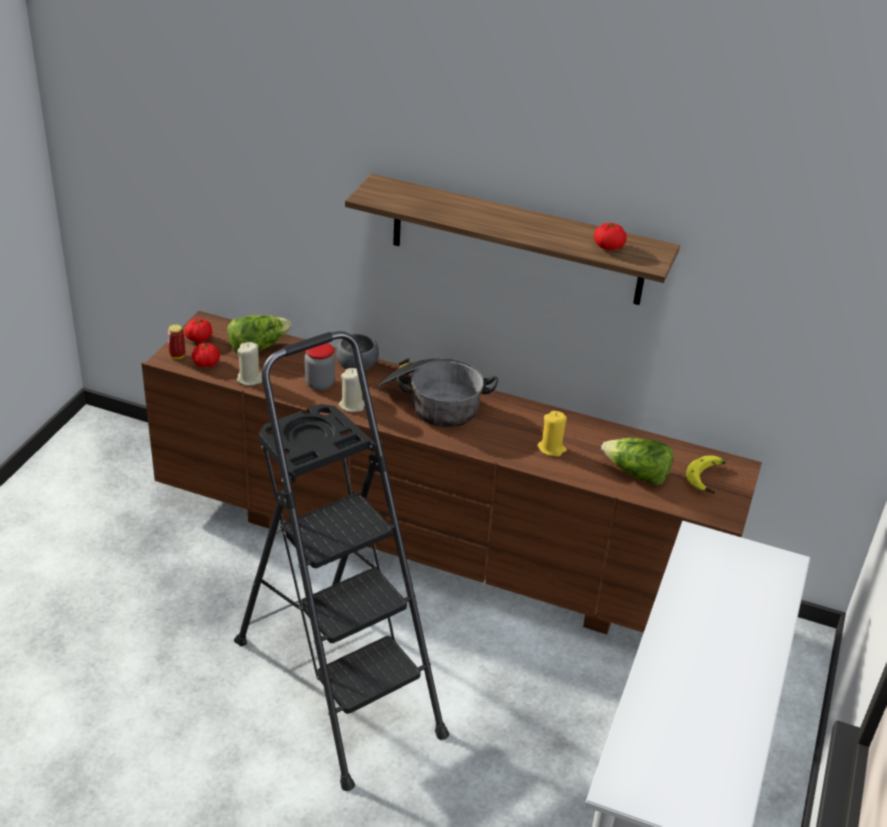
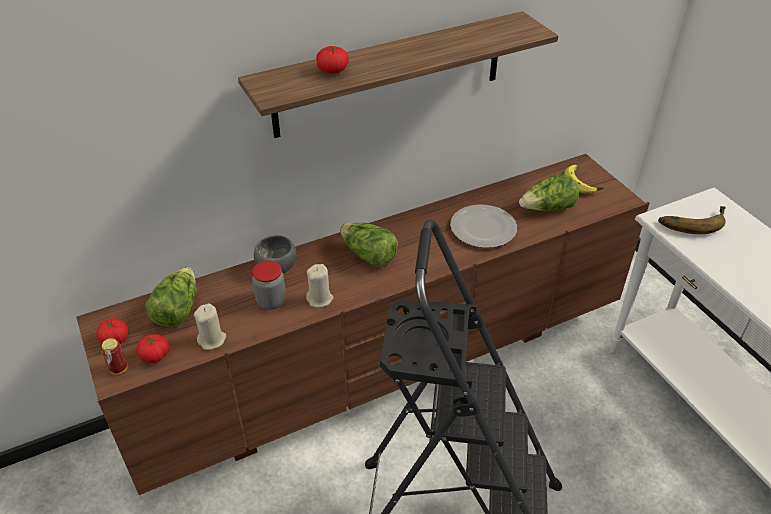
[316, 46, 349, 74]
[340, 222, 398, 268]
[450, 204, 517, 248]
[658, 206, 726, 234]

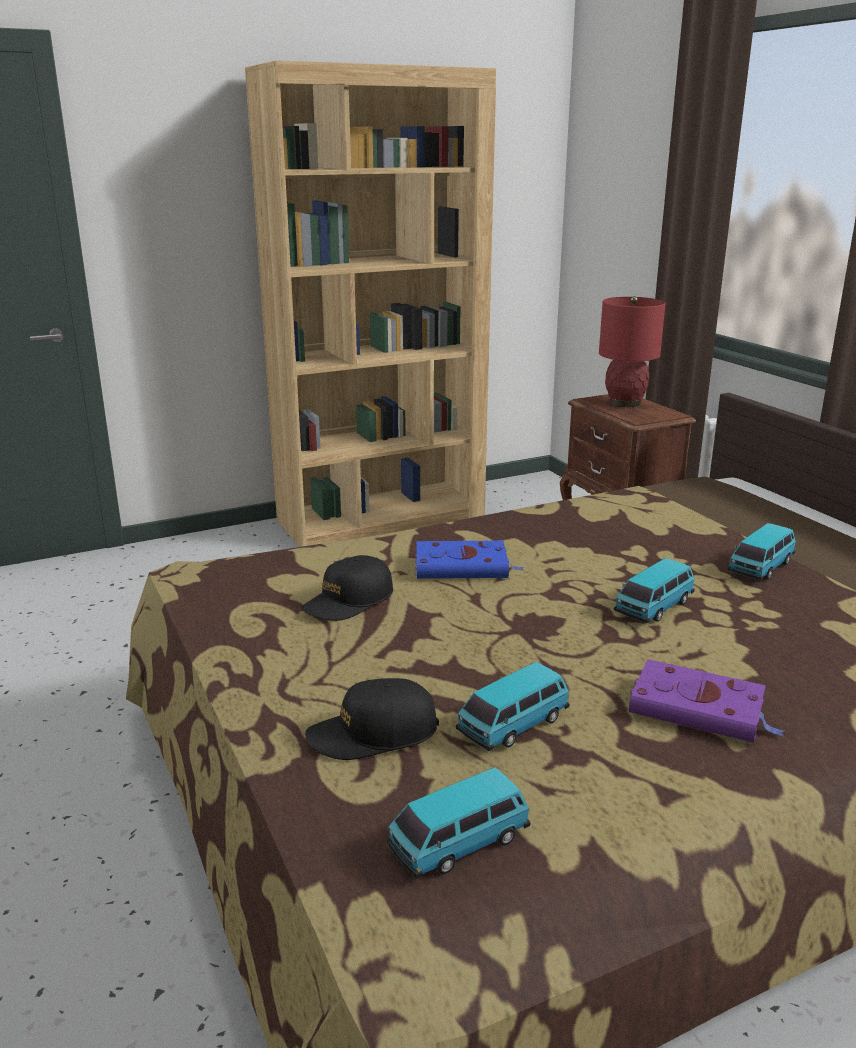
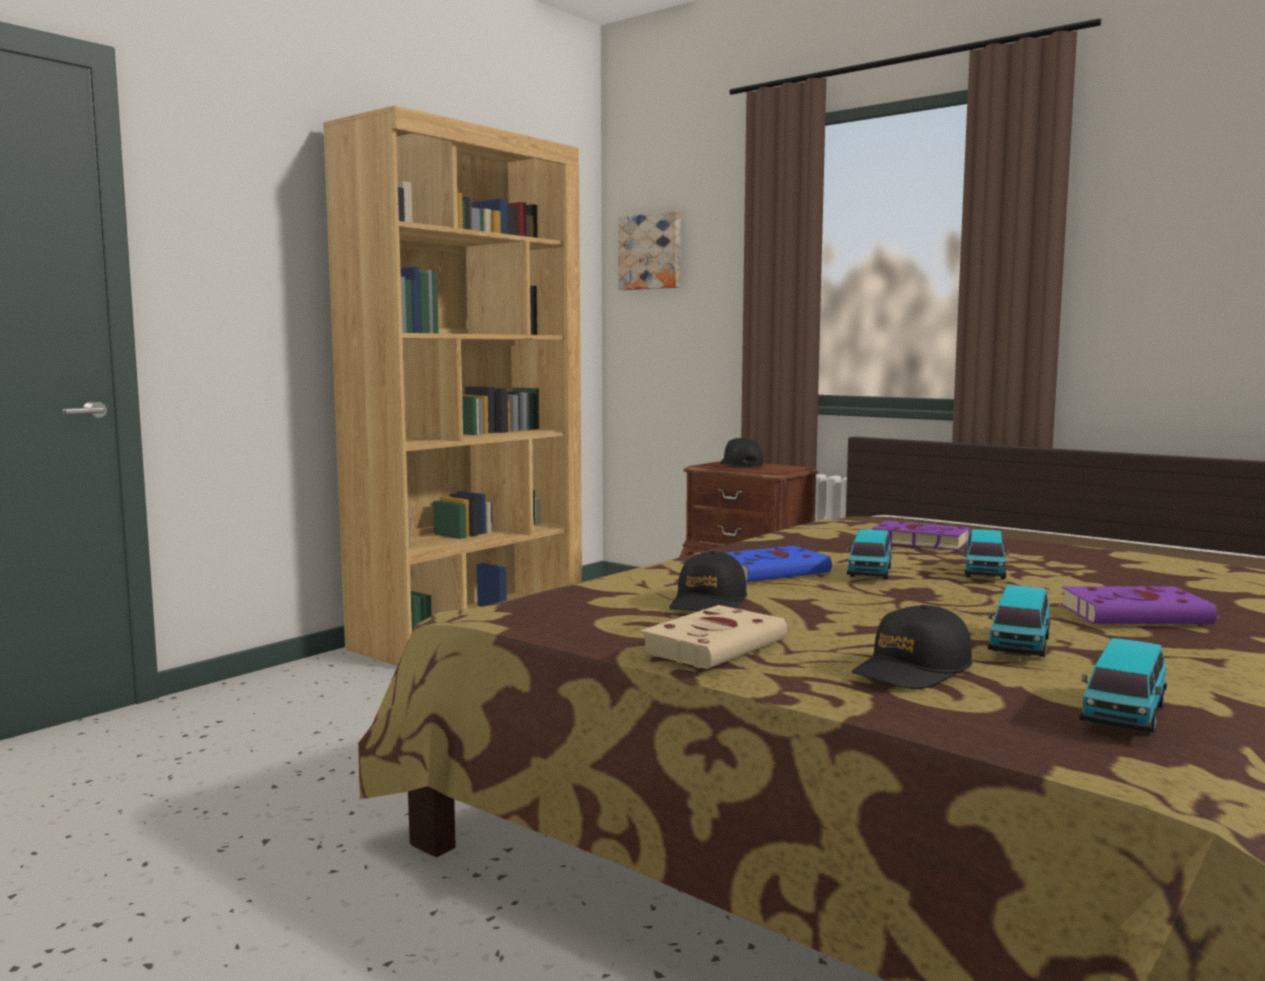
[720, 437, 763, 467]
[846, 529, 892, 579]
[618, 211, 680, 290]
[872, 521, 970, 550]
[640, 605, 787, 669]

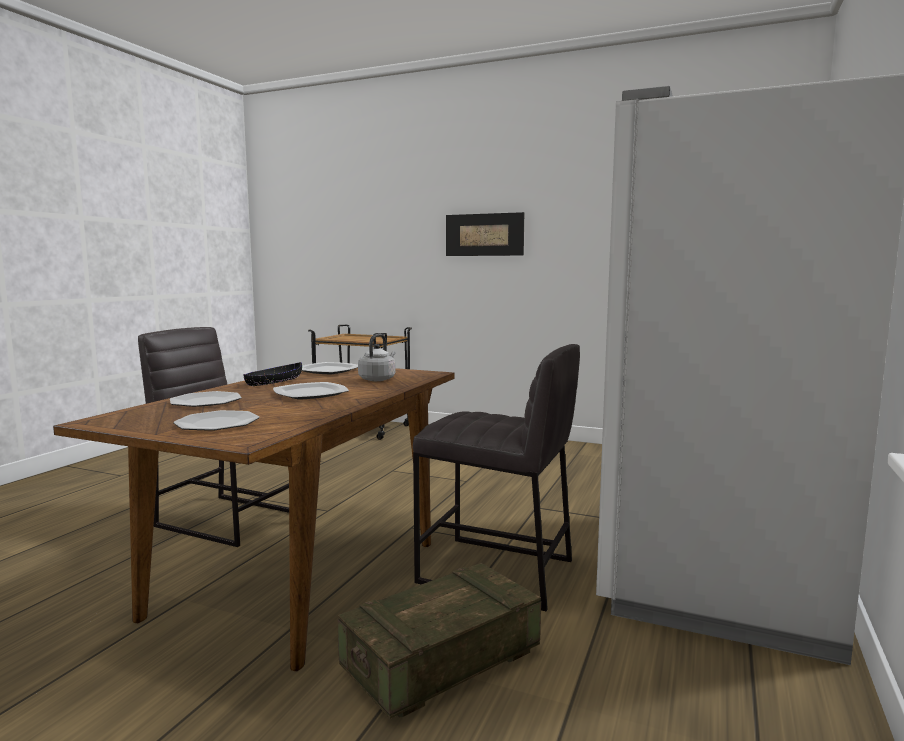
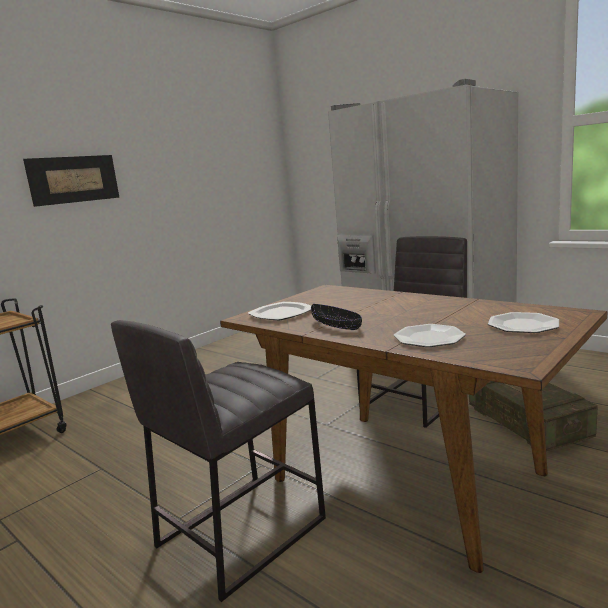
[358, 334, 395, 381] (first image)
[273, 382, 349, 400] (first image)

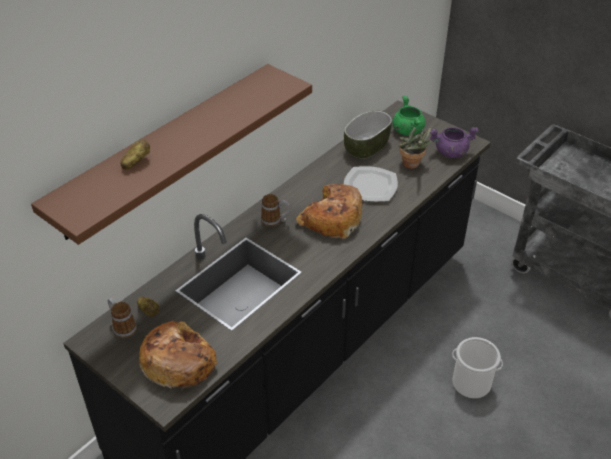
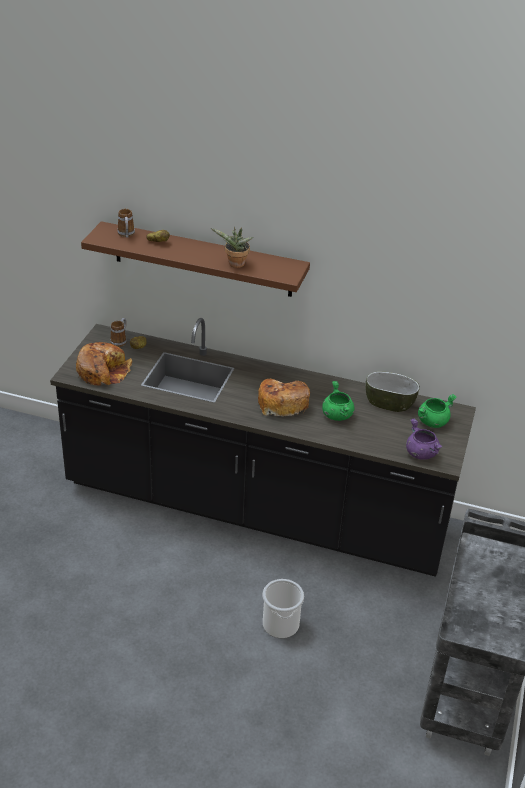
[211, 227, 253, 268]
[322, 381, 354, 421]
[117, 209, 135, 238]

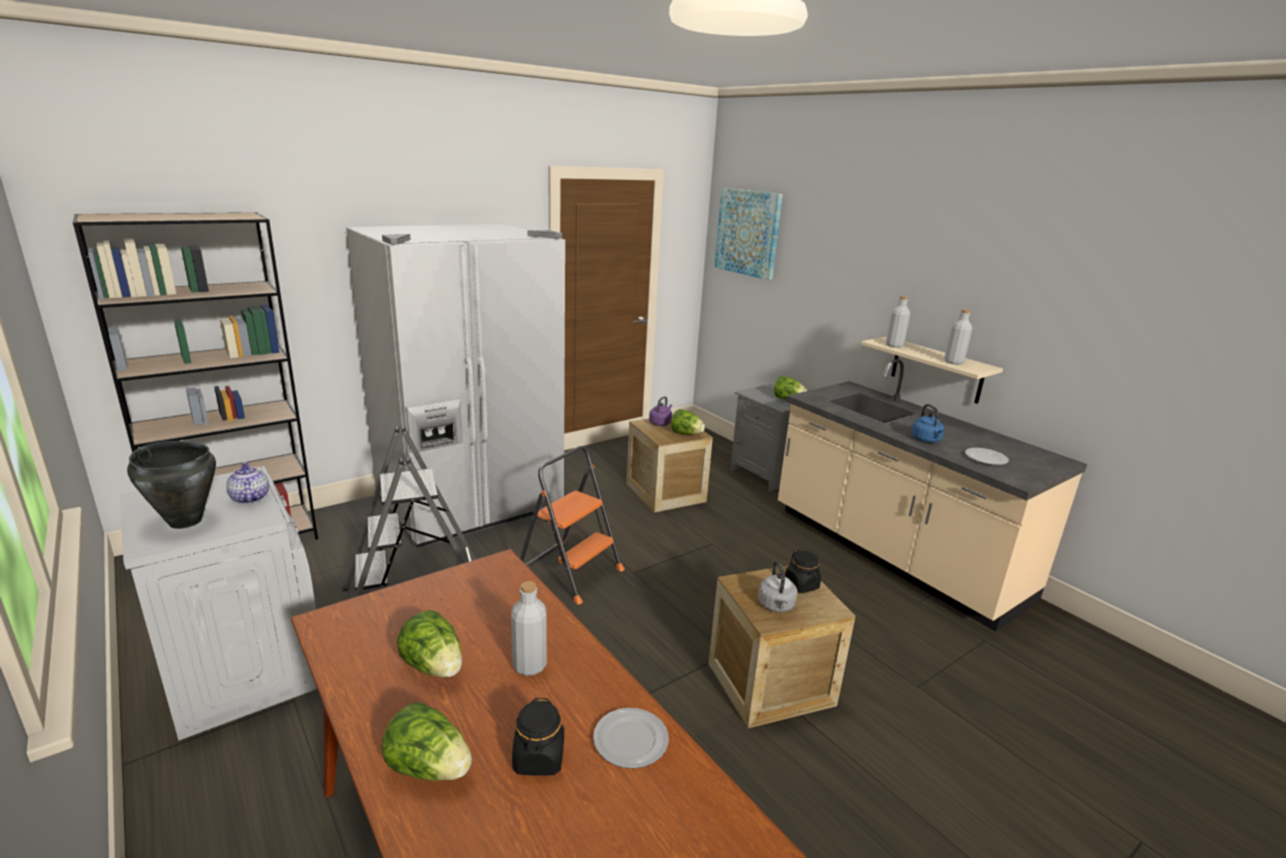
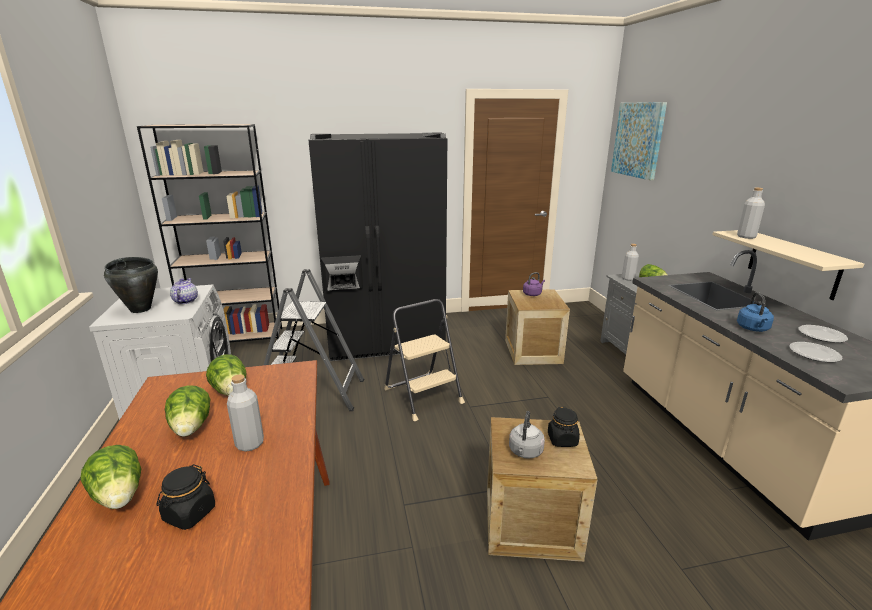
[308, 133, 447, 361]
[622, 244, 639, 281]
[206, 354, 247, 396]
[384, 299, 465, 421]
[798, 325, 848, 343]

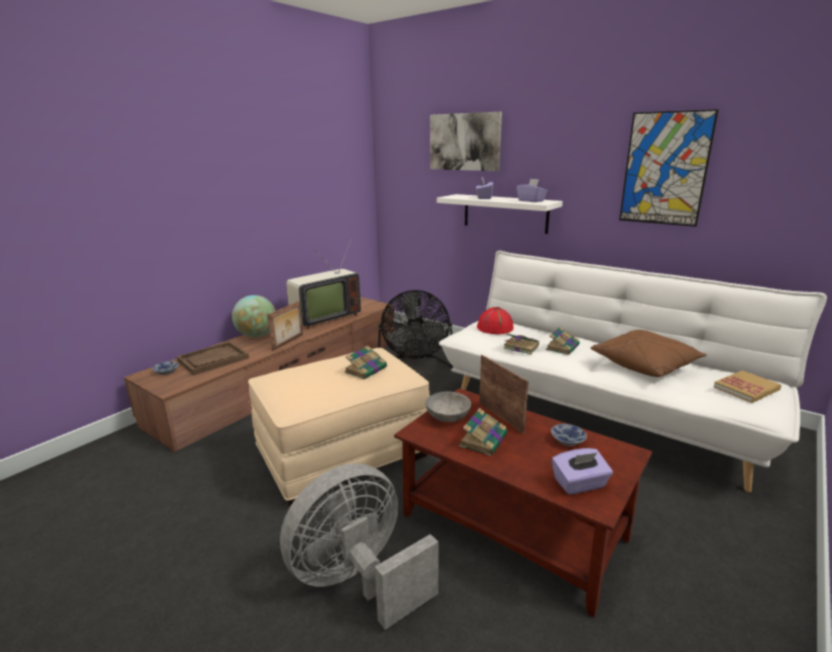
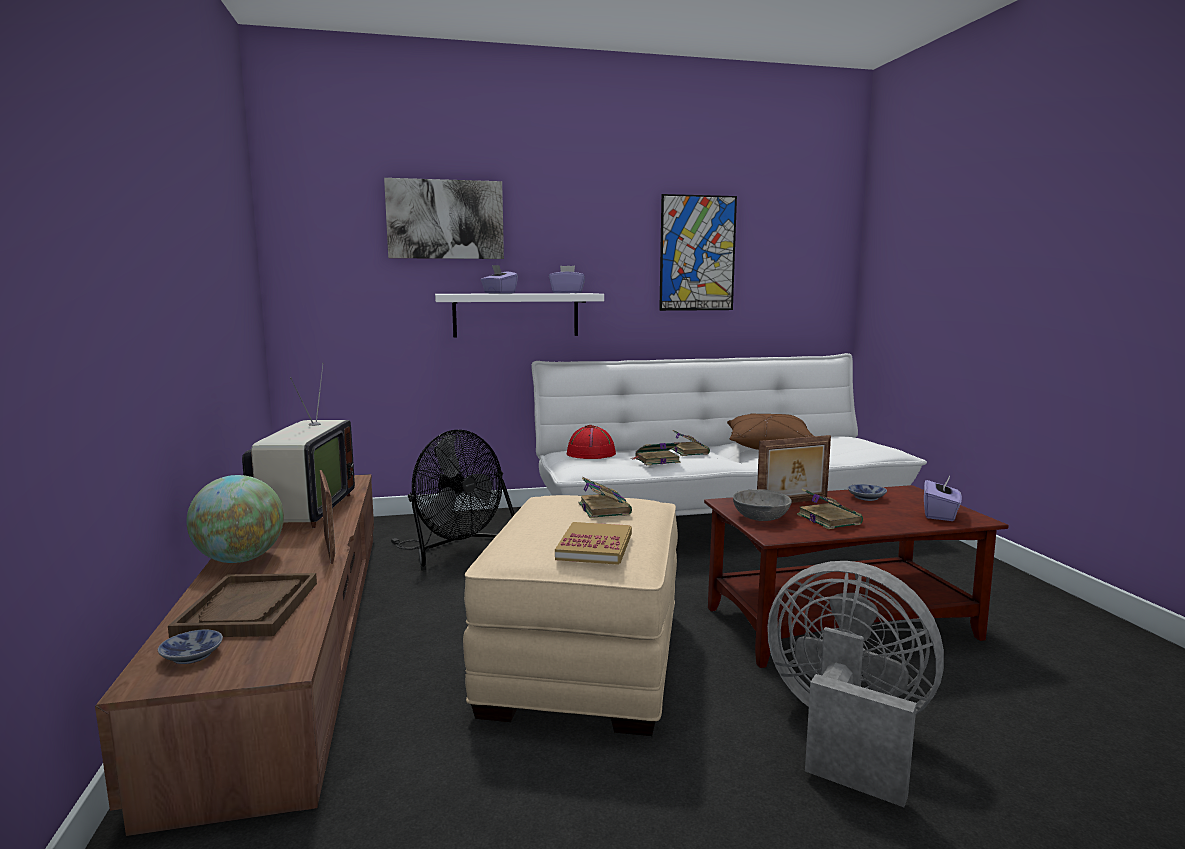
[757, 435, 831, 503]
[555, 522, 632, 565]
[767, 561, 944, 807]

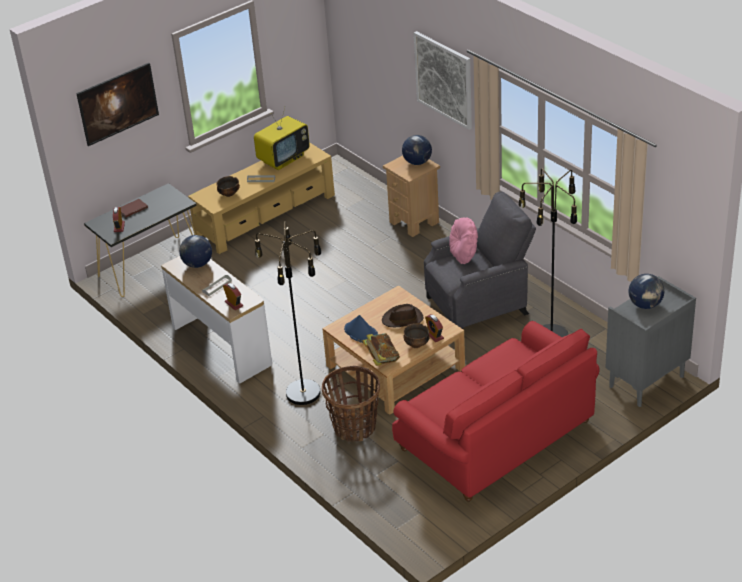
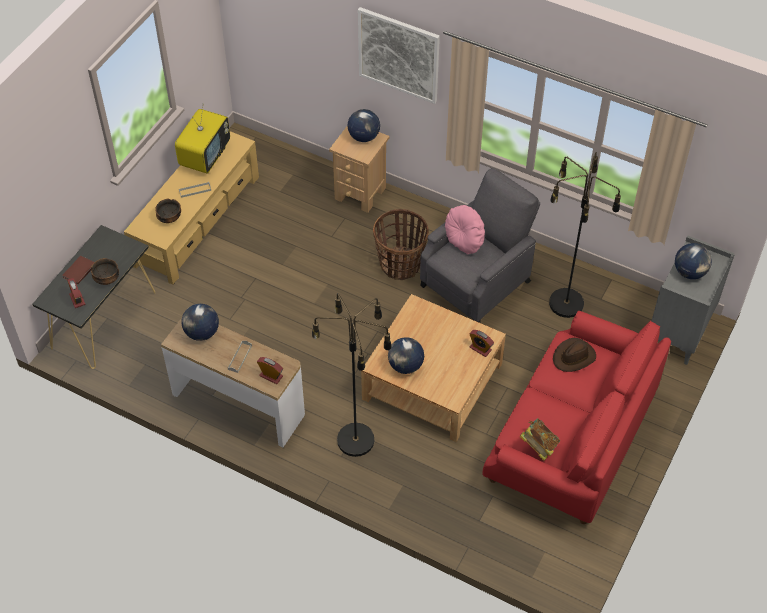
[76, 63, 159, 146] (first image)
[553, 338, 596, 372]
[388, 337, 424, 374]
[91, 258, 119, 285]
[520, 418, 560, 461]
[373, 209, 429, 280]

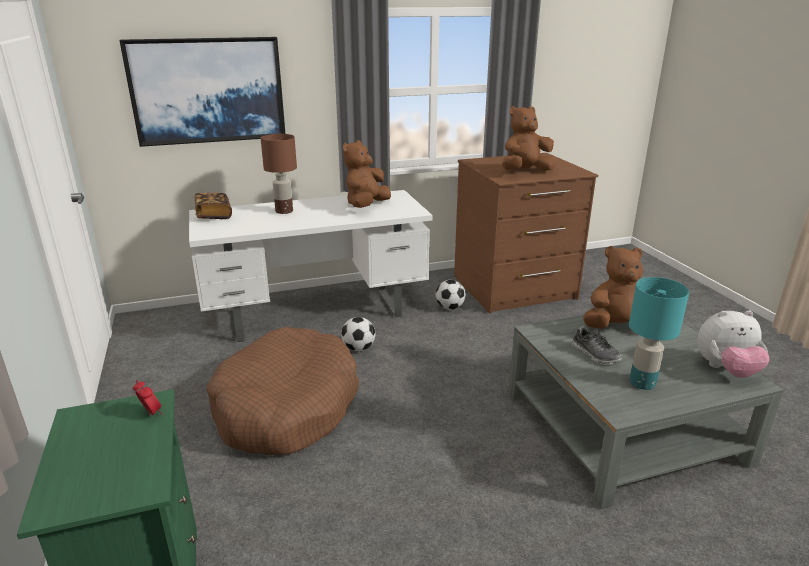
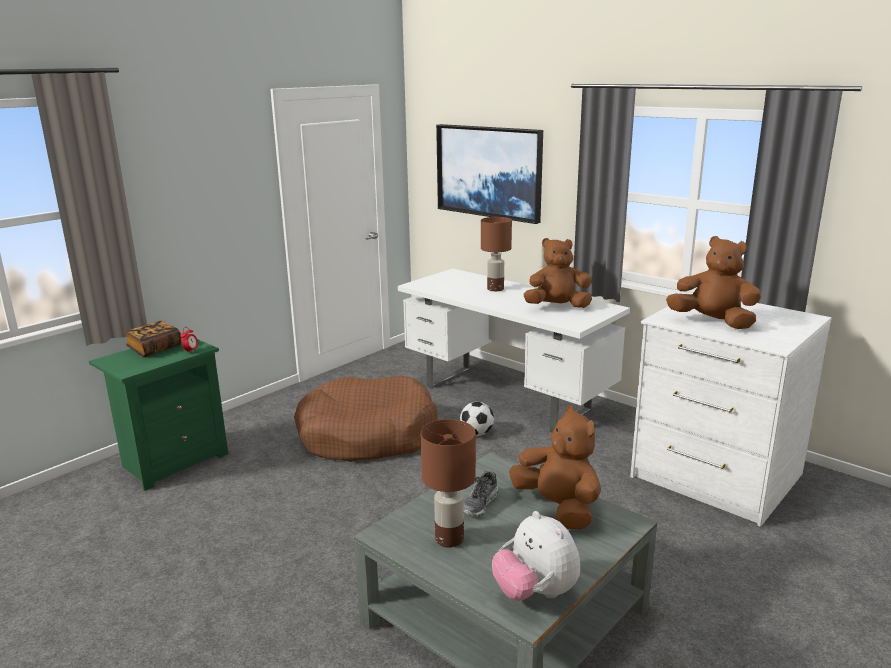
[630, 292, 832, 527]
[124, 321, 181, 357]
[420, 419, 476, 547]
[435, 280, 466, 310] (first image)

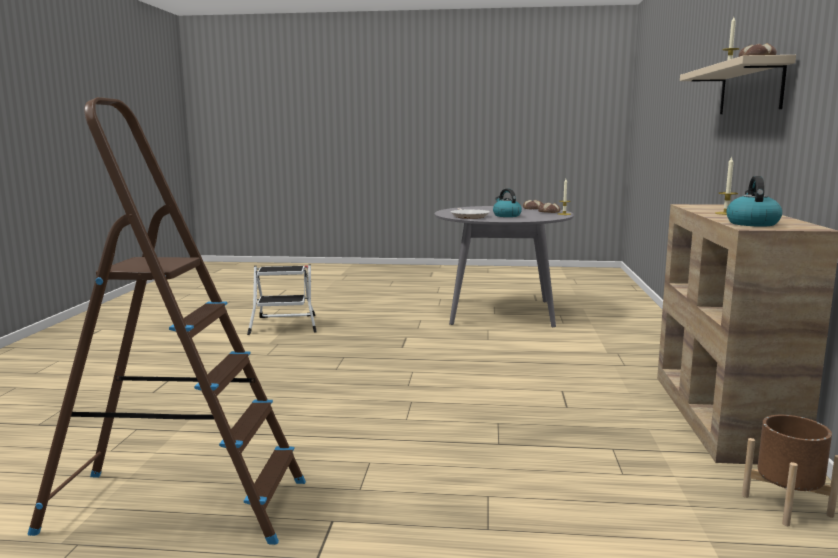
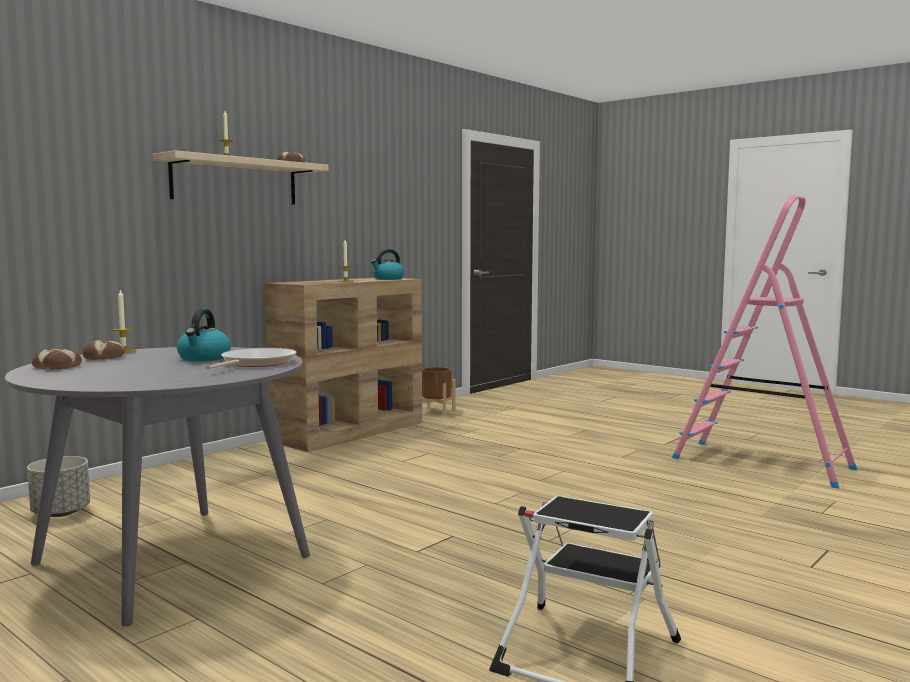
[672, 195, 857, 488]
[27, 456, 90, 517]

